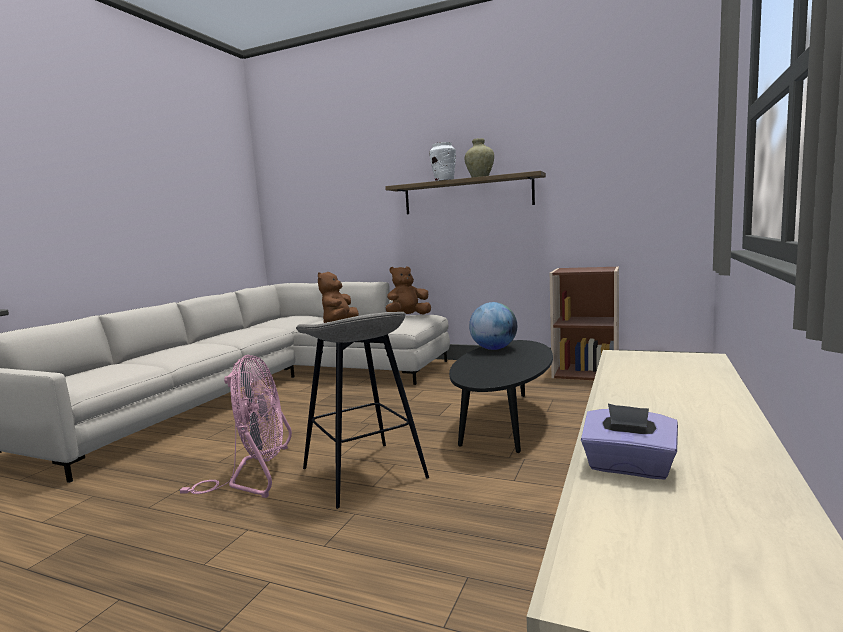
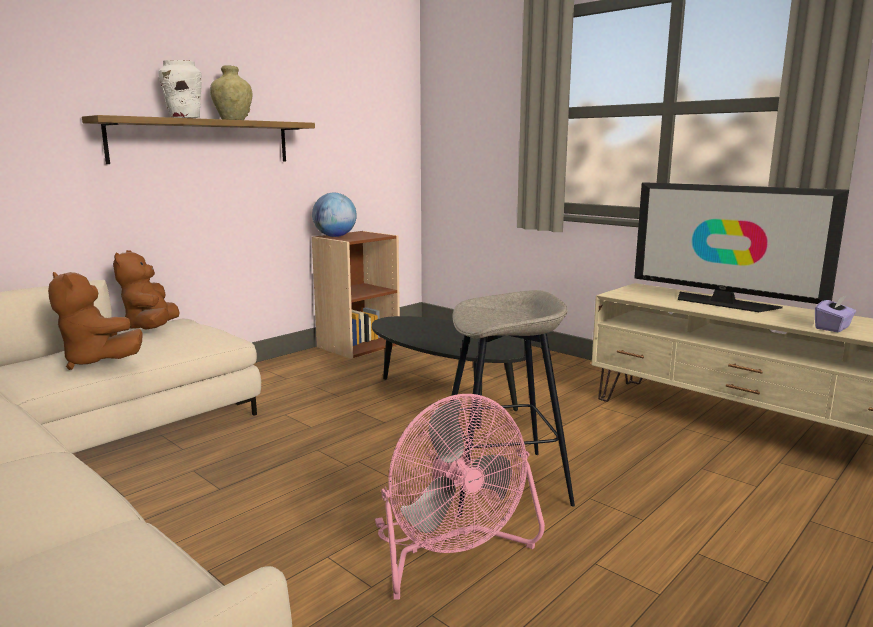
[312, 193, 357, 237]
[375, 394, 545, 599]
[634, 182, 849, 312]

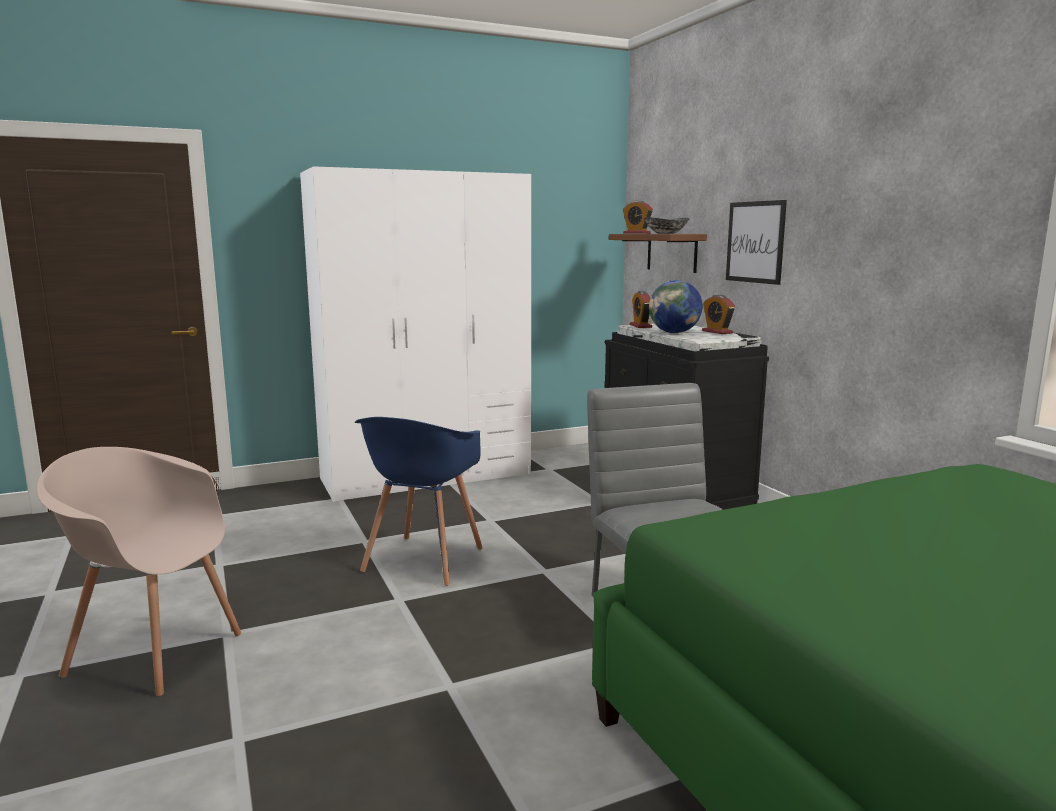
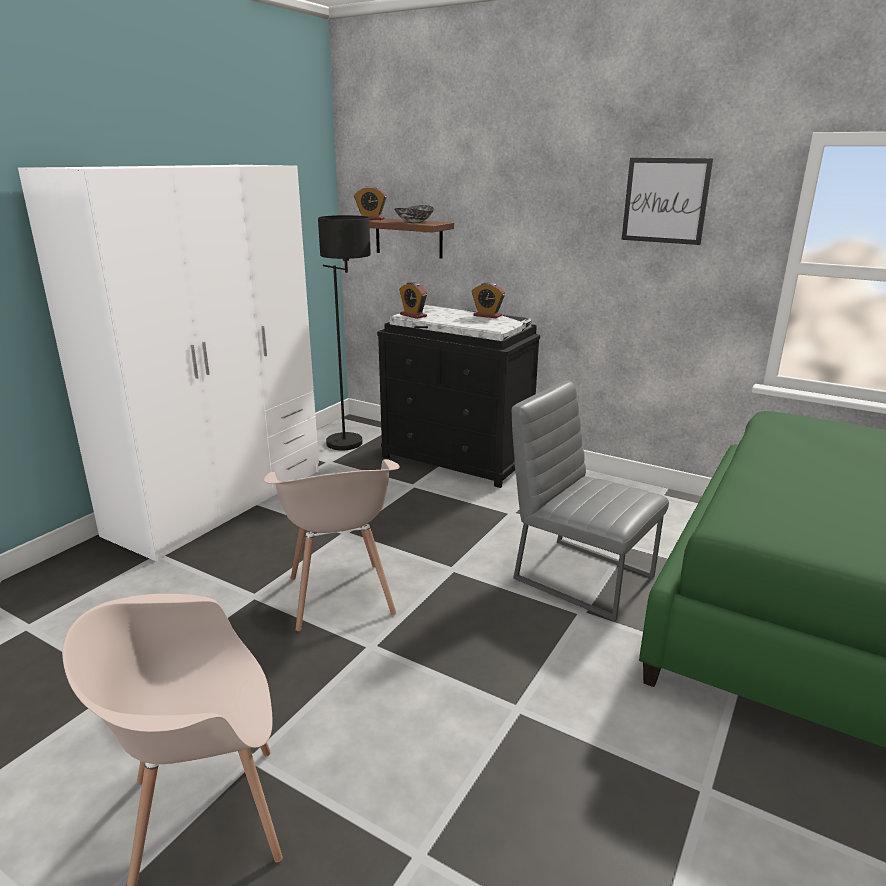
[622, 158, 713, 245]
[649, 280, 703, 333] (first image)
[264, 459, 400, 631]
[318, 215, 371, 450]

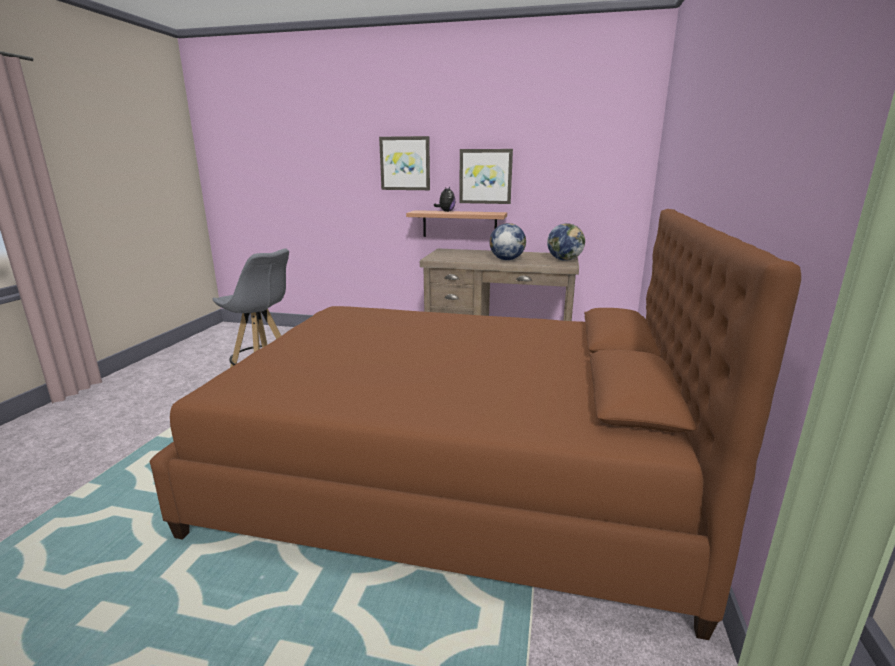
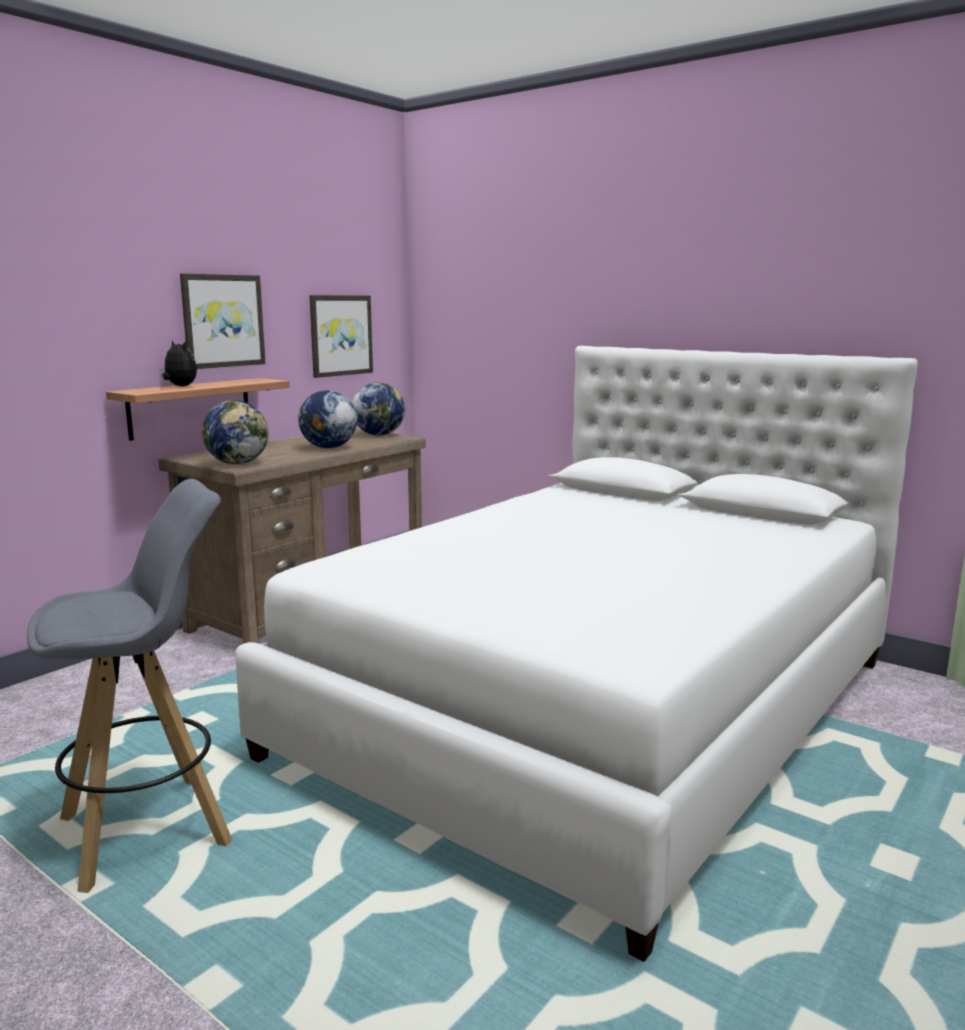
[309, 295, 373, 378]
[235, 346, 918, 962]
[202, 400, 269, 464]

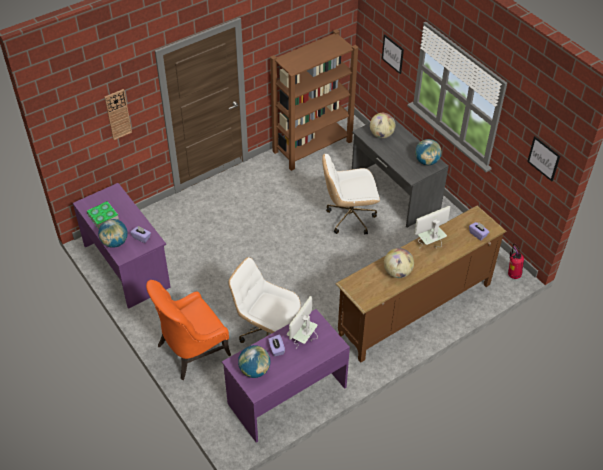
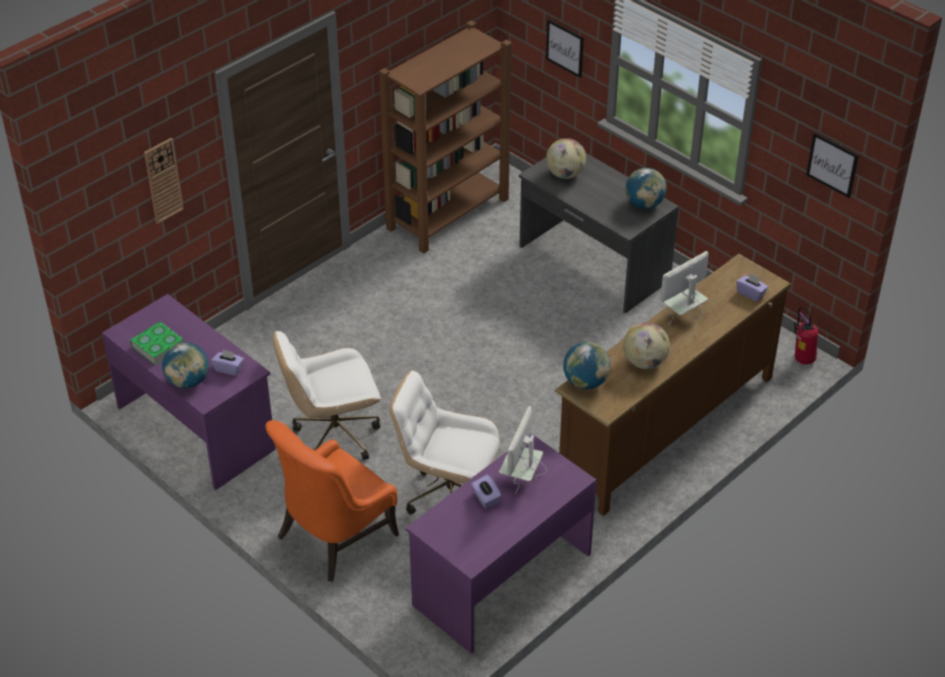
[273, 331, 381, 460]
[563, 342, 610, 389]

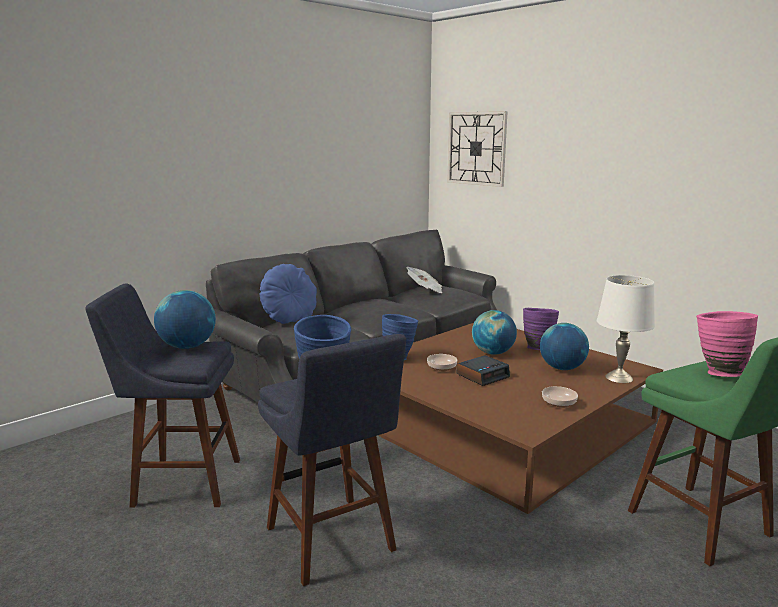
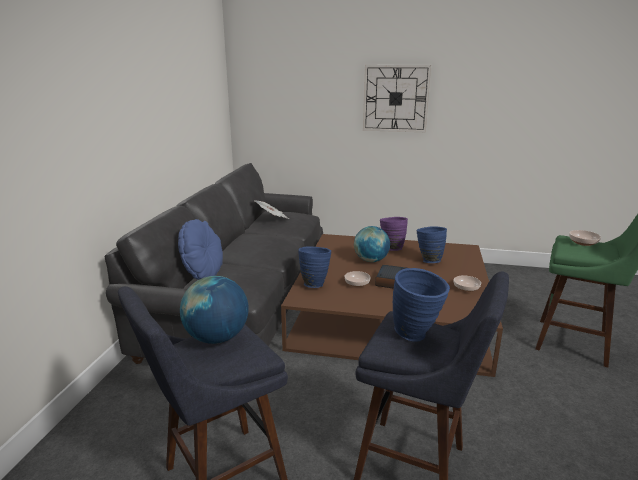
[363, 65, 431, 132]
[597, 275, 655, 383] (first image)
[569, 230, 601, 246]
[416, 227, 447, 263]

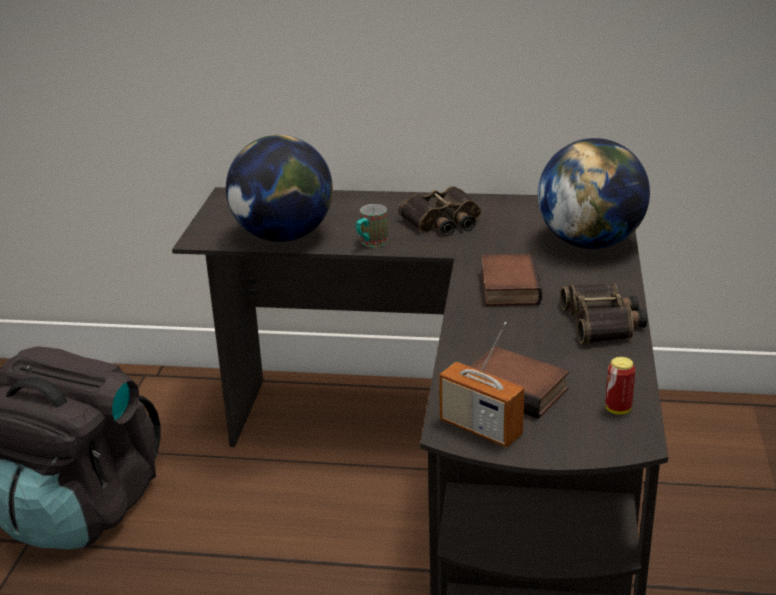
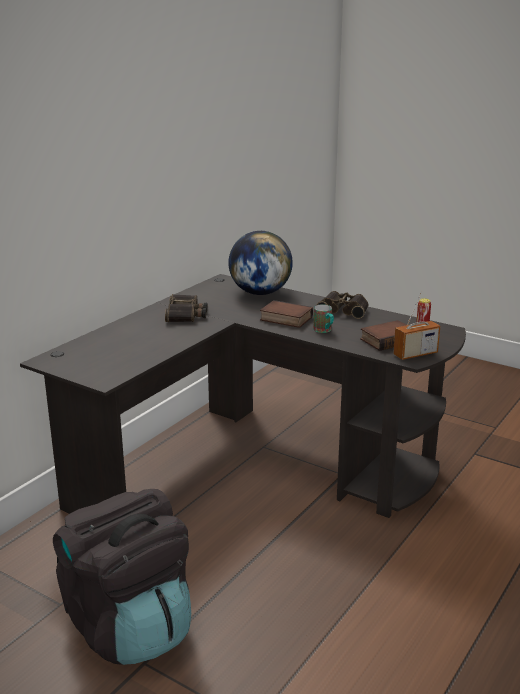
[226, 135, 333, 242] (first image)
[313, 304, 334, 333]

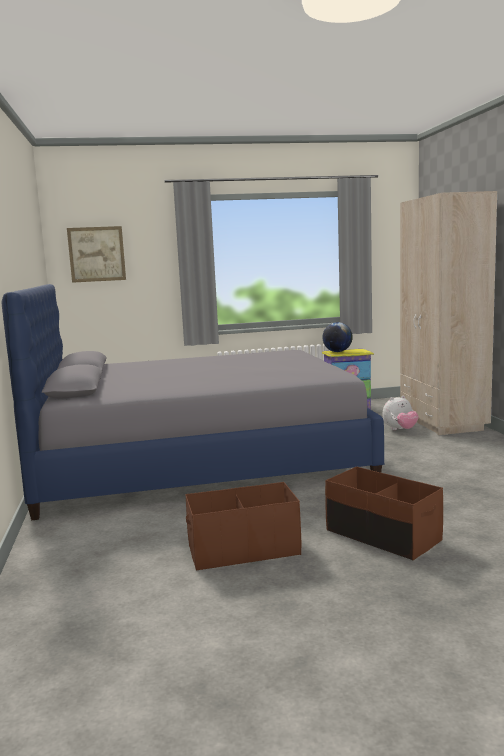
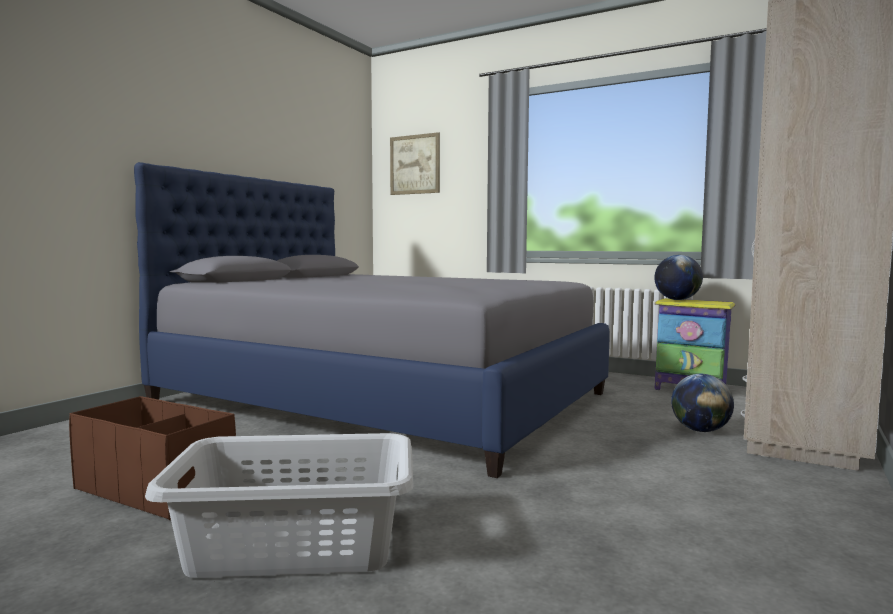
[671, 374, 734, 432]
[145, 433, 414, 578]

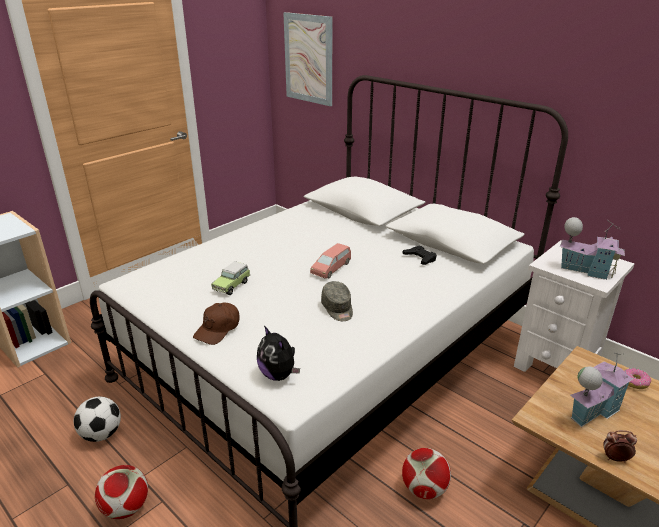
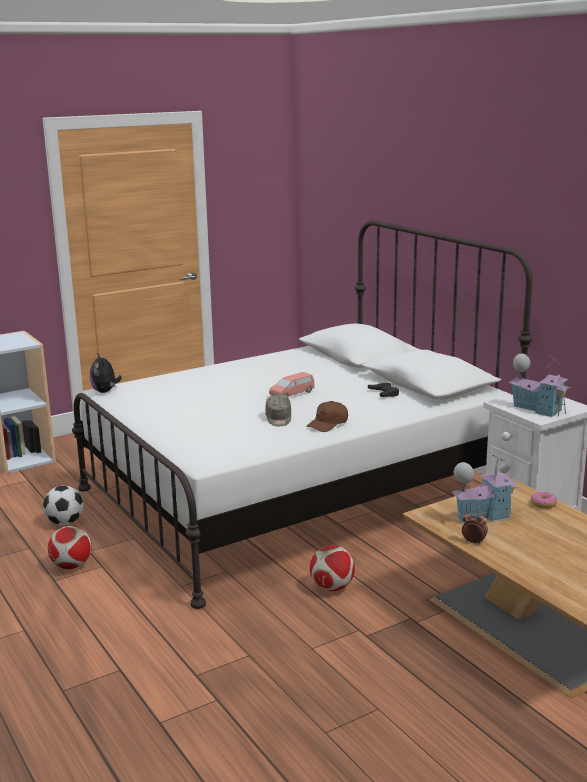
[283, 12, 332, 106] (first image)
[211, 261, 251, 295] (first image)
[306, 401, 348, 432]
[90, 353, 122, 393]

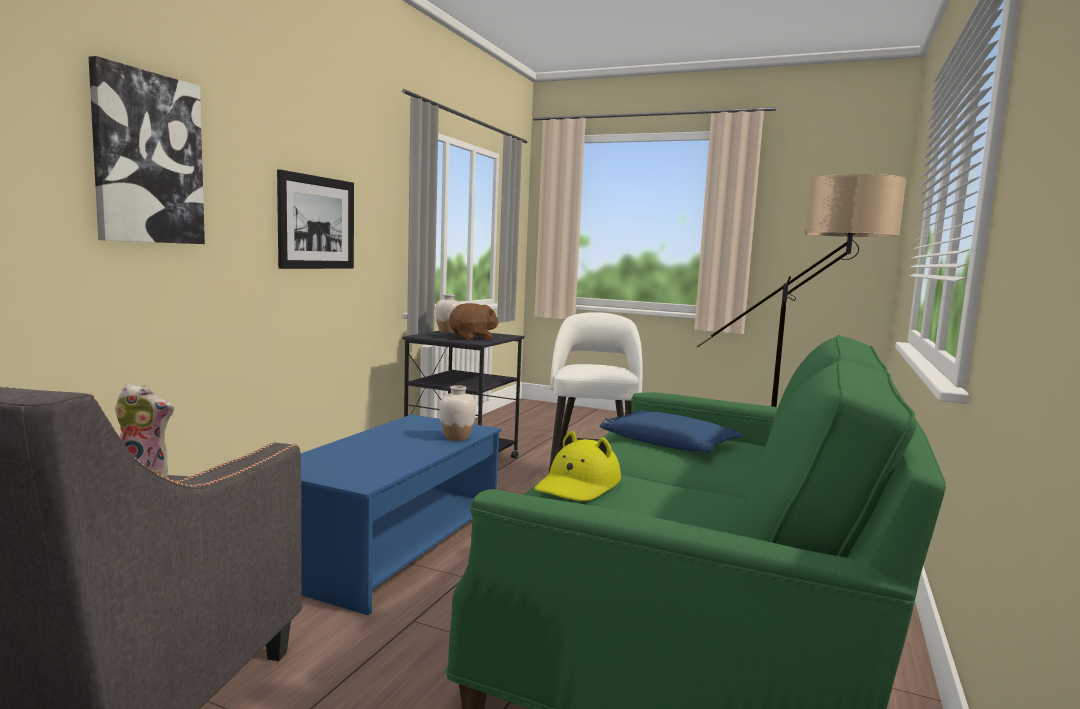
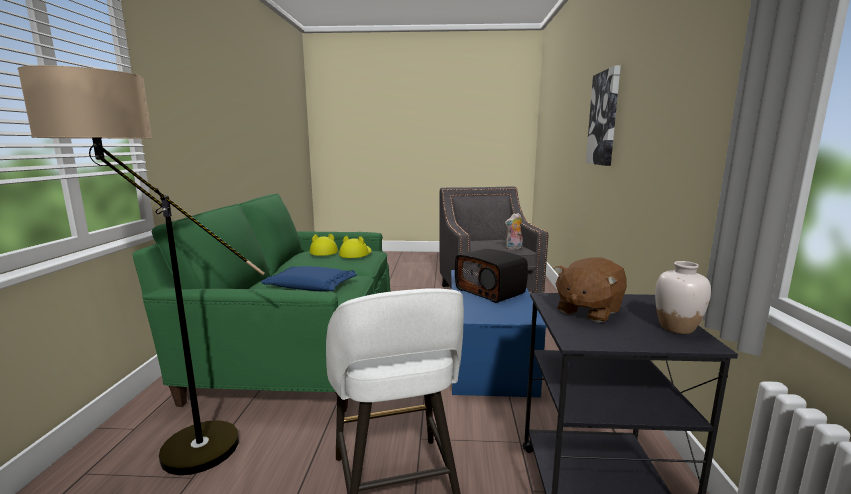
[277, 170, 354, 269] (first image)
[439, 385, 476, 441] (first image)
[310, 234, 338, 256]
[455, 249, 528, 303]

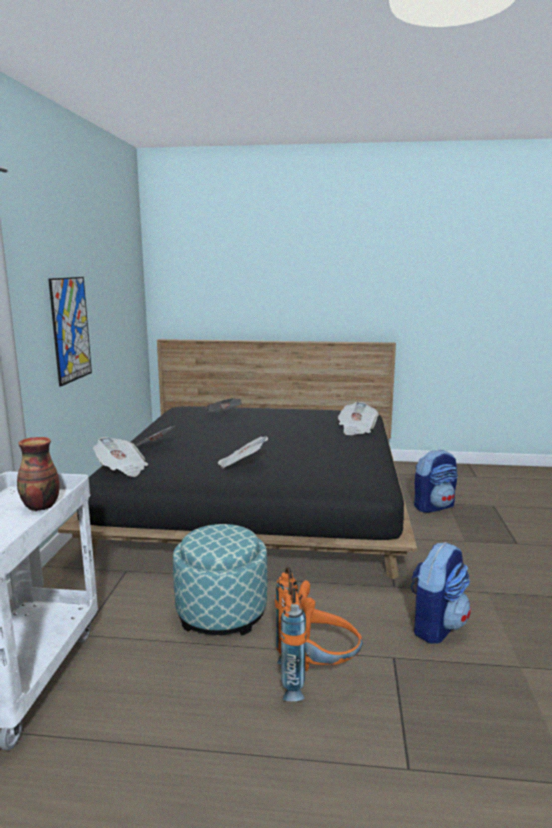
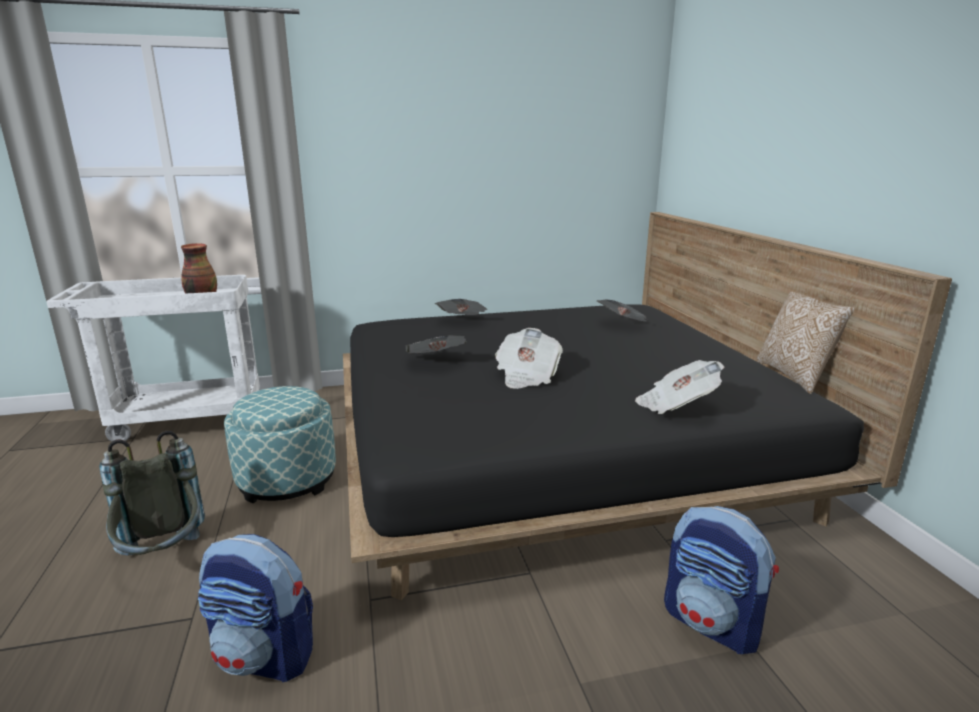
[48, 277, 92, 387] (first image)
[495, 328, 563, 389]
[99, 431, 205, 555]
[757, 292, 854, 394]

